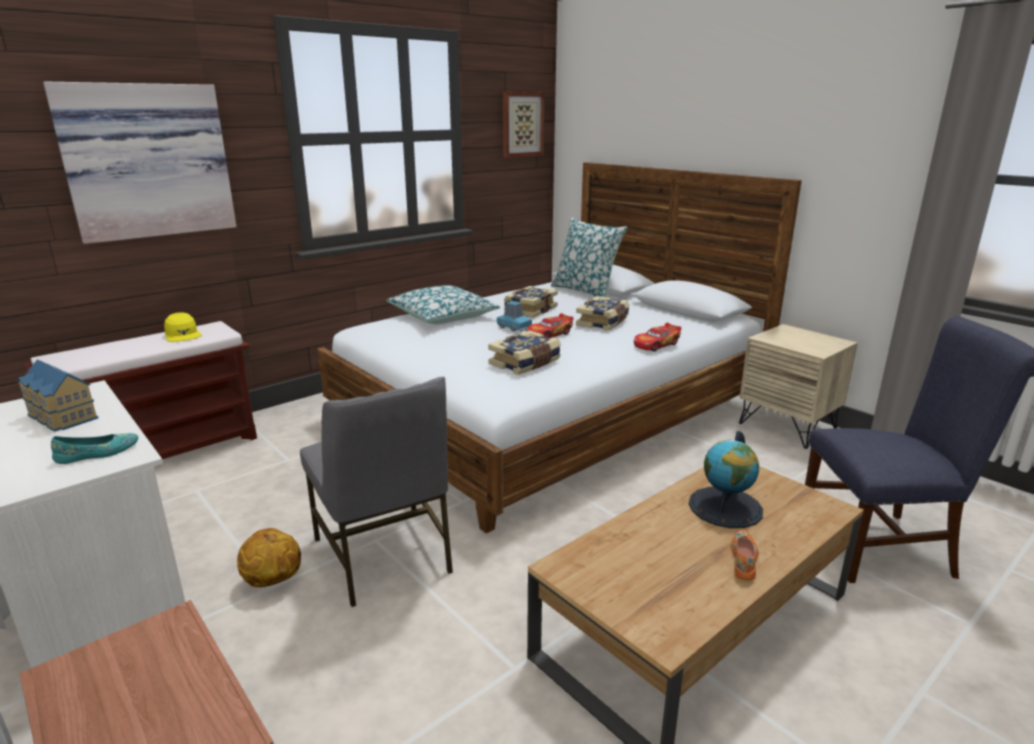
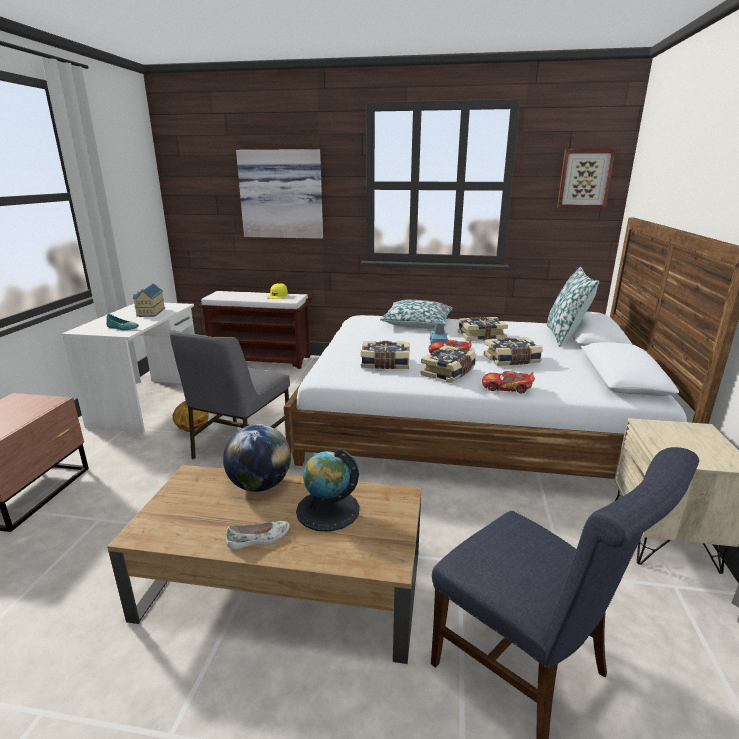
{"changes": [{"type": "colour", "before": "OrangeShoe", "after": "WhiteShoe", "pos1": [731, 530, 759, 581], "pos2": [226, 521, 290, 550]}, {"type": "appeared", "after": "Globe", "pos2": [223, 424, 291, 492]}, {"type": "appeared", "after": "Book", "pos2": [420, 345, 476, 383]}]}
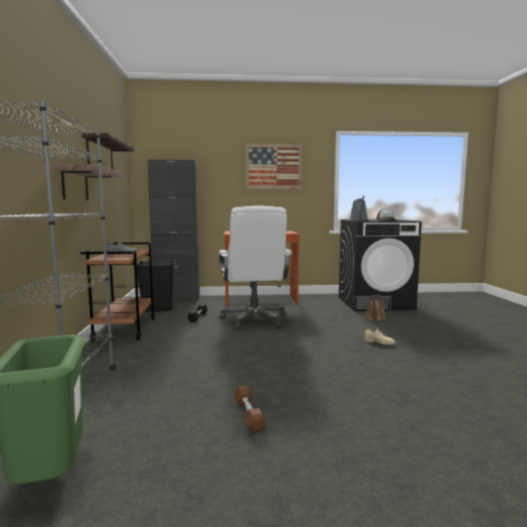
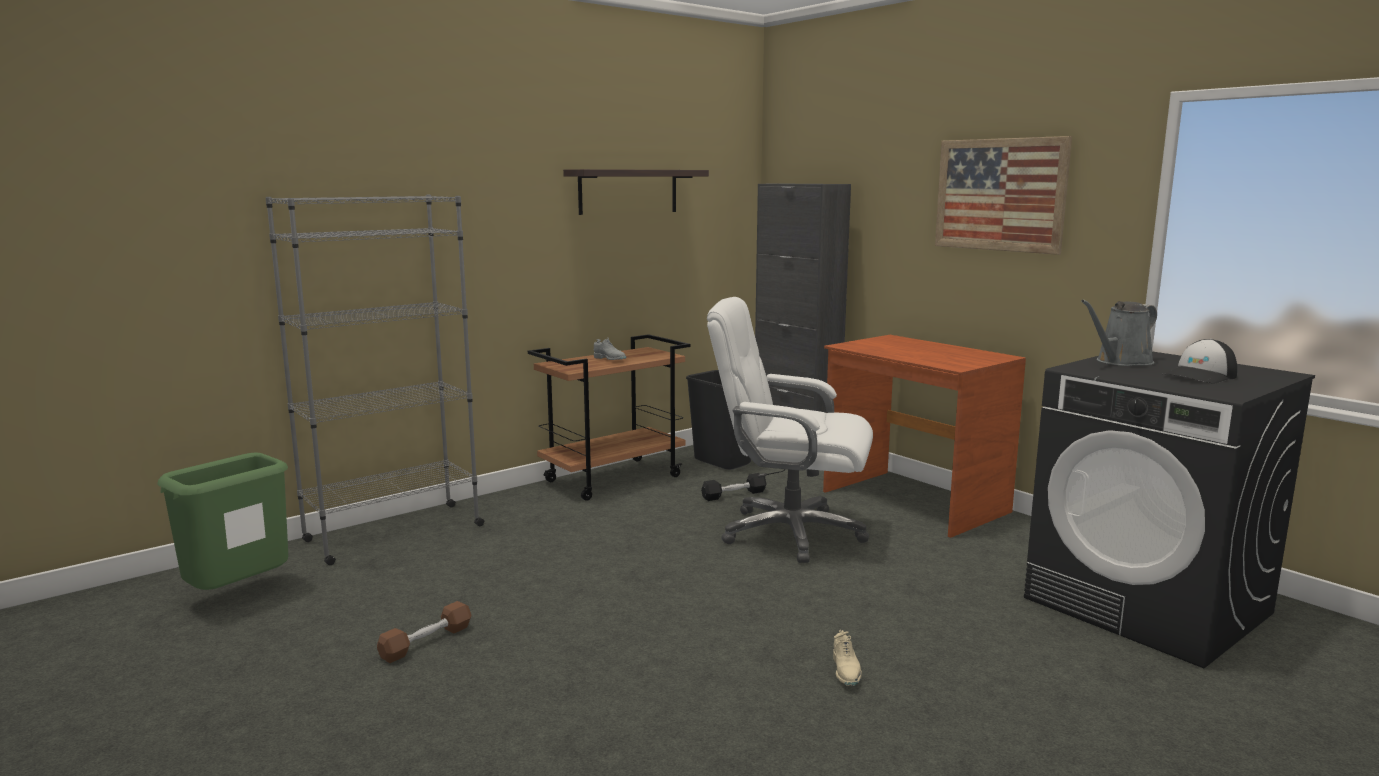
{"changes": [{"type": "missing", "before": "Shelf", "pos1": [55, 164, 121, 200]}, {"type": "spun", "before": "WhiteOfficeChair", "pos1": [219, 206, 292, 330], "pos2": [707, 297, 873, 563], "turn": 60}, {"type": "missing", "before": "BrownWateringCan", "pos1": [365, 295, 386, 321]}]}
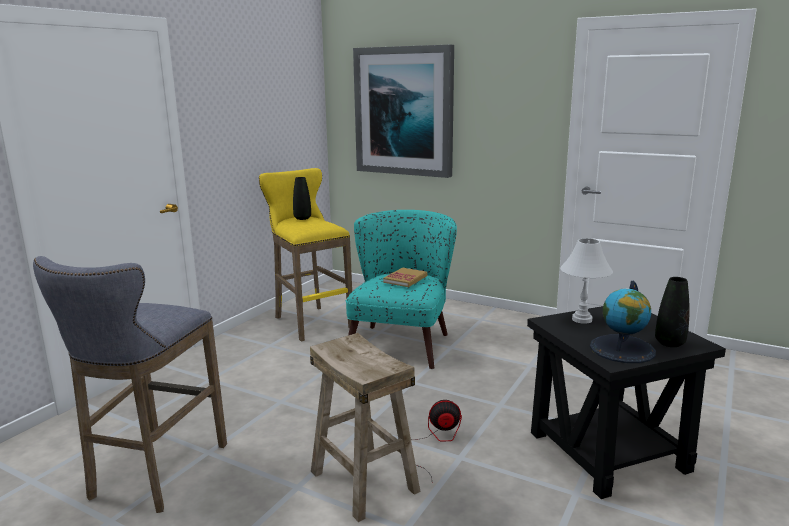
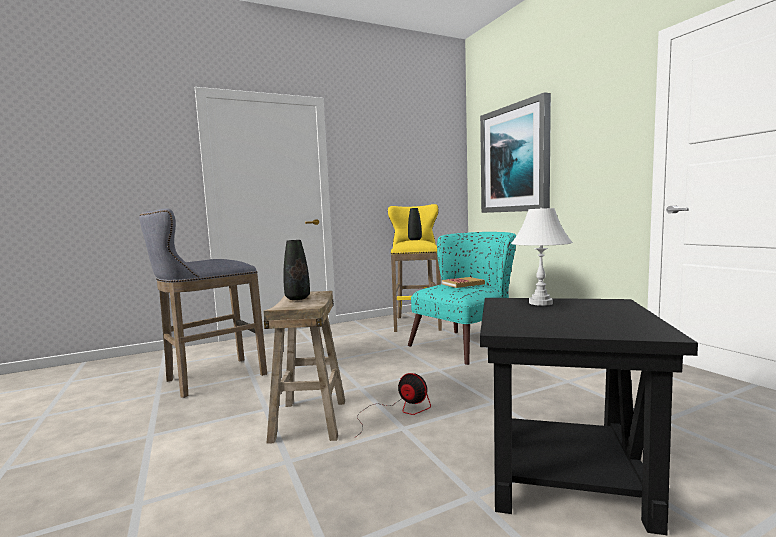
{"changes": [{"type": "missing", "before": "Globe", "pos1": [590, 281, 656, 363]}, {"type": "relocated", "before": "BlackVase", "pos1": [655, 277, 690, 347], "pos2": [283, 240, 310, 300]}]}
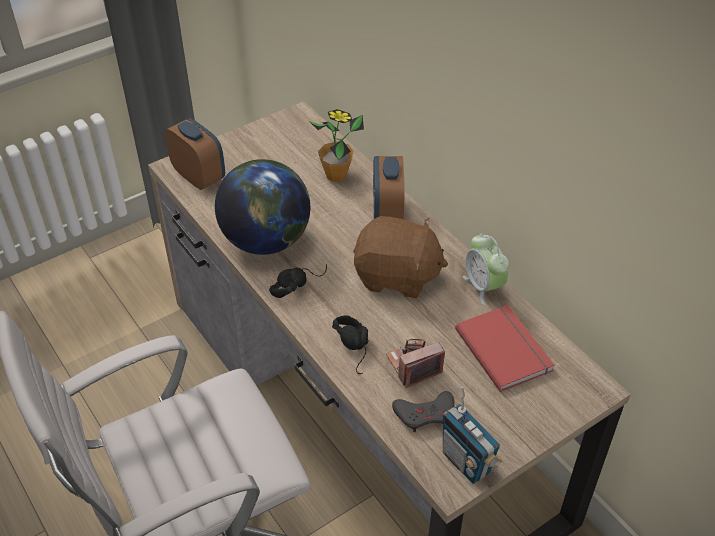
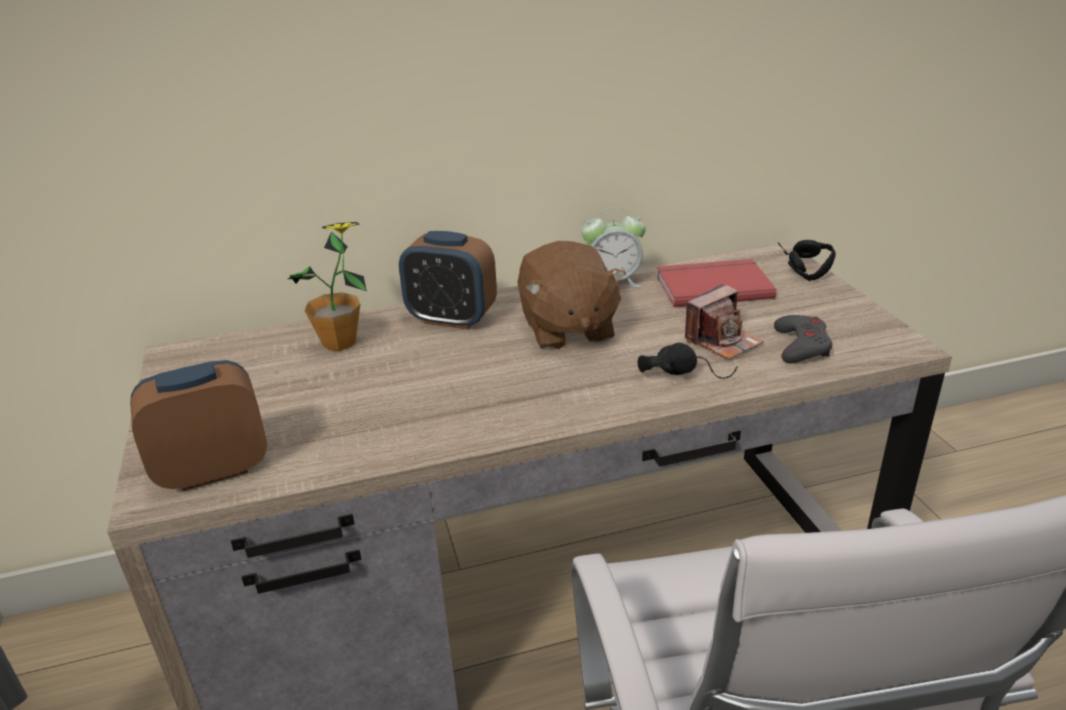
{"changes": [{"type": "missing", "before": "Globe", "pos1": [215, 159, 310, 255]}, {"type": "relocated", "before": "BlackHeadphones", "pos1": [269, 264, 327, 298], "pos2": [778, 240, 836, 281]}, {"type": "spun", "before": "BrownPlushToy", "pos1": [354, 216, 448, 298], "pos2": [517, 241, 626, 350], "turn": 135}, {"type": "spun", "before": "PhotoCamera", "pos1": [386, 339, 445, 388], "pos2": [684, 284, 764, 360], "turn": -120}, {"type": "missing", "before": "Radio", "pos1": [443, 387, 503, 484]}]}
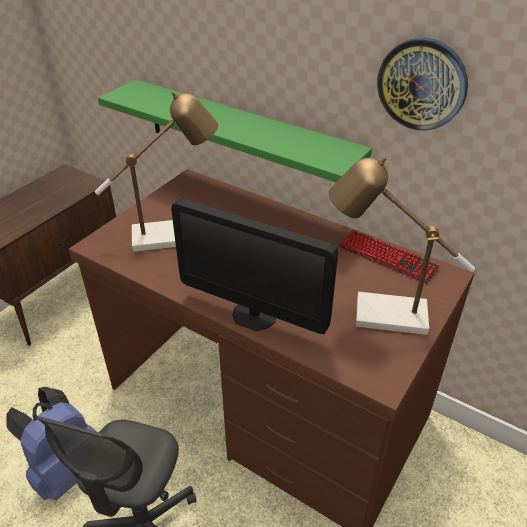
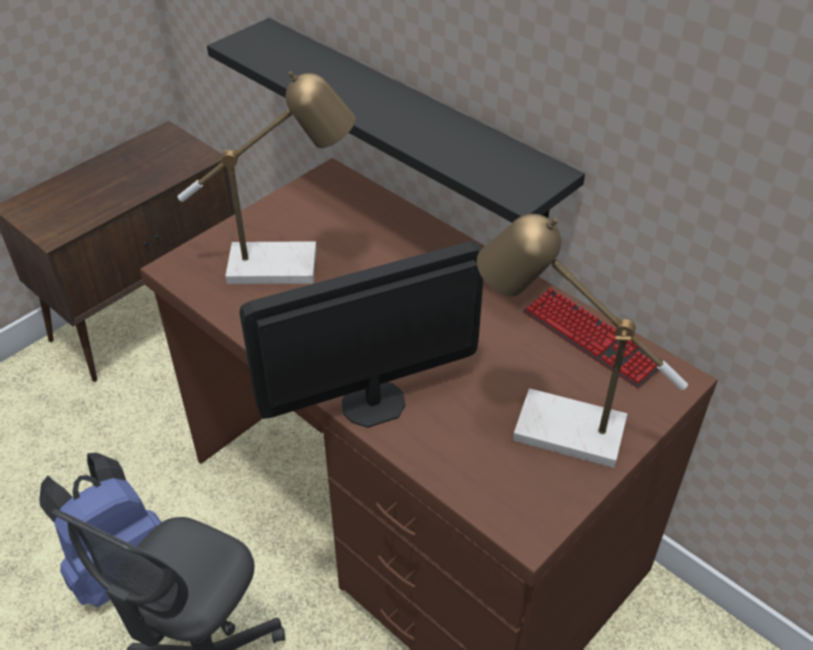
{"changes": [{"type": "colour", "before": "GreenShelf", "after": "BlackShelf", "pos1": [98, 80, 372, 182], "pos2": [207, 18, 585, 222]}, {"type": "spun", "before": "Monitor", "pos1": [171, 199, 338, 334], "pos2": [239, 241, 483, 428], "turn": 120}, {"type": "missing", "before": "WallClock", "pos1": [377, 38, 468, 131]}]}
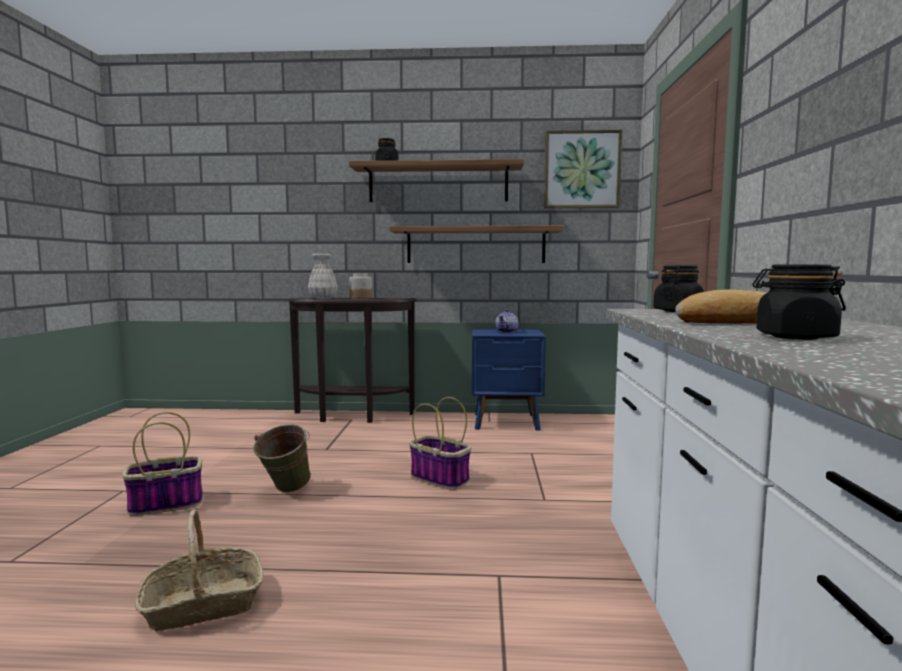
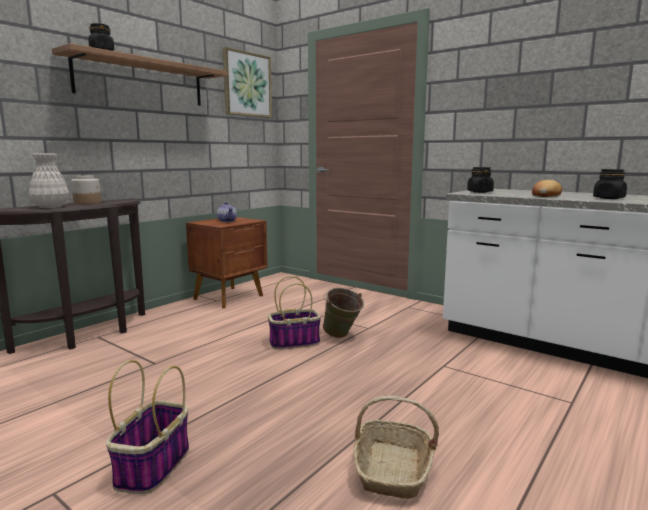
{"changes": [{"type": "relocated", "before": "GreenBucket", "pos1": [253, 424, 311, 493], "pos2": [323, 288, 364, 338]}, {"type": "missing", "before": "Shelf", "pos1": [389, 226, 564, 263]}, {"type": "colour", "before": "BlueNightstand", "after": "BrownNightstand", "pos1": [472, 329, 546, 431], "pos2": [186, 217, 268, 308]}]}
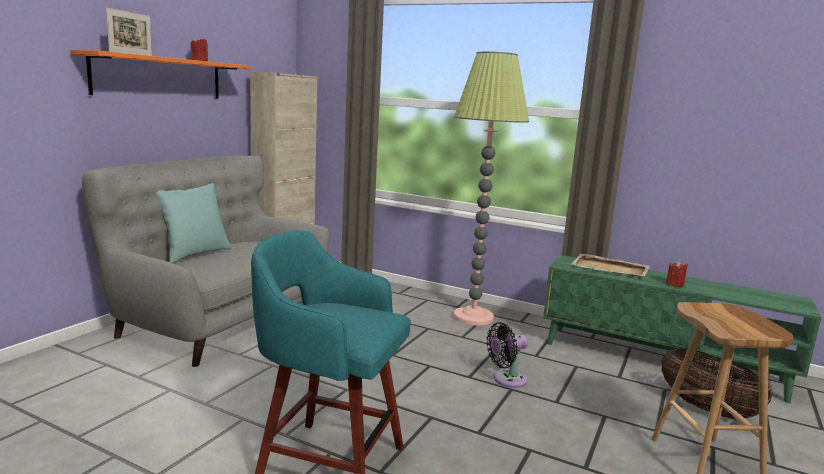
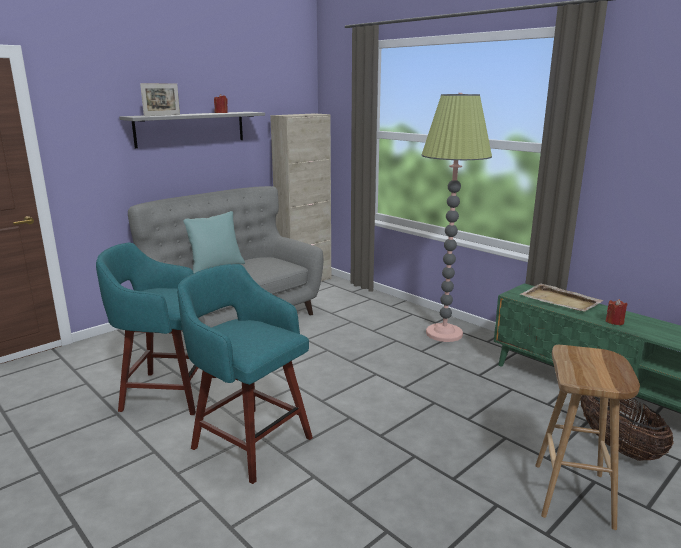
{"changes": [{"type": "colour", "before": "OrangeShelf", "after": "GreyShelf", "pos1": [70, 50, 251, 98], "pos2": [119, 112, 265, 148]}, {"type": "missing", "before": "BlackFan", "pos1": [486, 322, 528, 388]}, {"type": "appeared", "after": "TurquoiseStool", "pos2": [96, 243, 216, 415]}]}
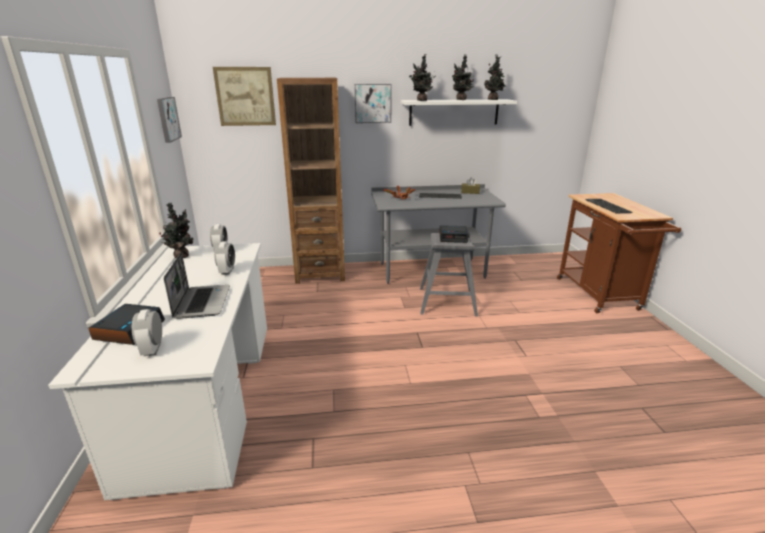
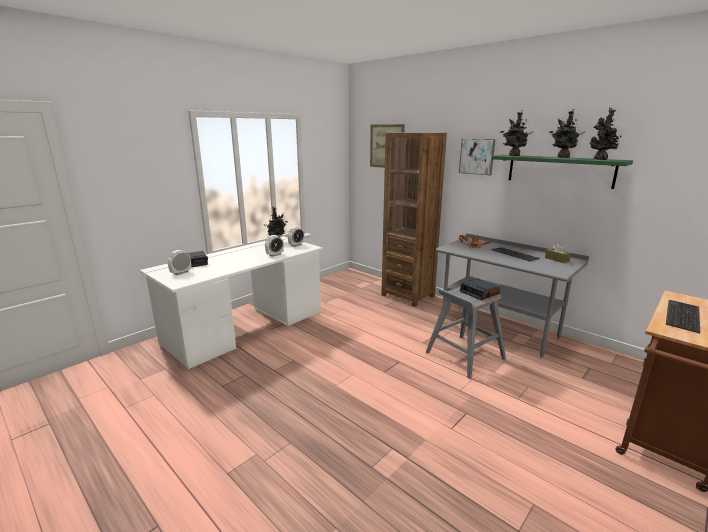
{"changes": [{"type": "missing", "before": "Picture", "pos1": [157, 97, 182, 143]}, {"type": "missing", "before": "Laptop", "pos1": [164, 252, 230, 319]}, {"type": "colour", "before": "WhiteShelf", "after": "GreenShelf", "pos1": [401, 99, 517, 126], "pos2": [492, 155, 633, 189]}]}
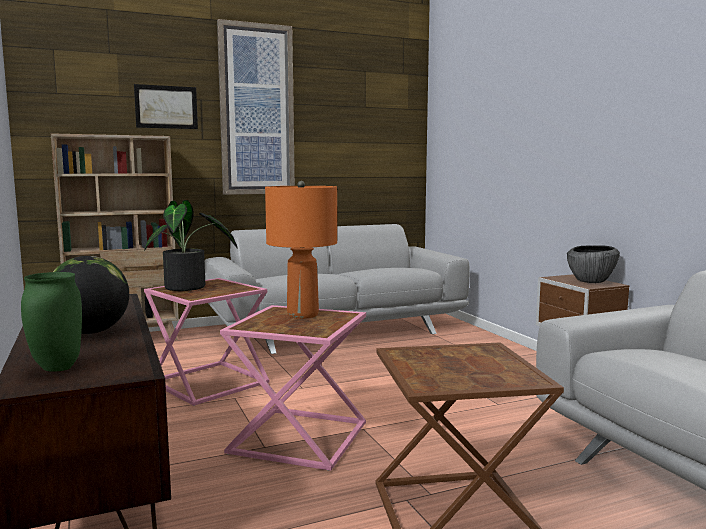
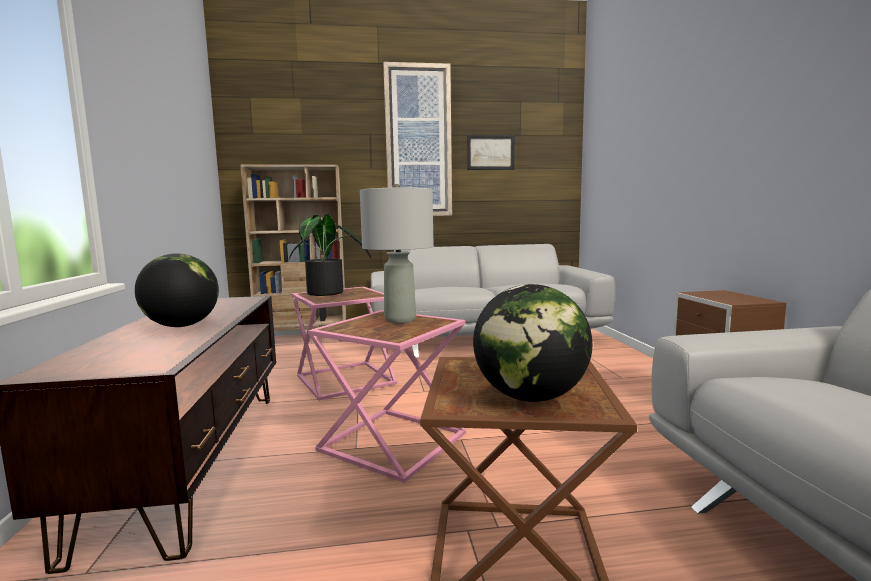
{"changes": [{"type": "missing", "before": "GreenVase", "pos1": [21, 272, 82, 372]}, {"type": "relocated", "before": "Picture", "pos1": [134, 84, 198, 129], "pos2": [467, 135, 515, 170]}, {"type": "colour", "before": "OrangeTableLamp", "after": "GreyTableLamp", "pos1": [265, 181, 337, 319], "pos2": [360, 184, 434, 323]}, {"type": "missing", "before": "Bowl", "pos1": [567, 245, 620, 283]}, {"type": "appeared", "after": "Globe", "pos2": [473, 284, 592, 402]}]}
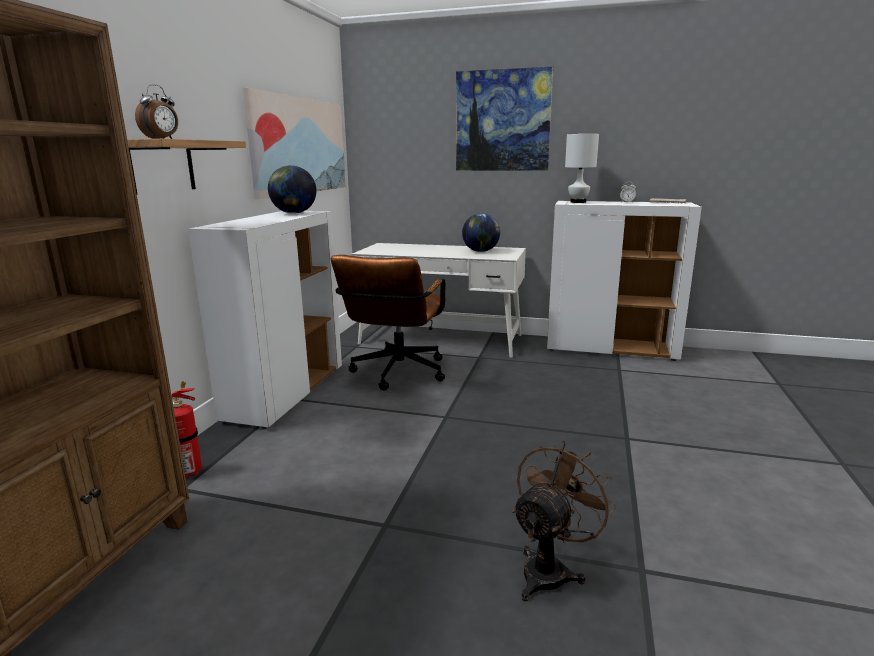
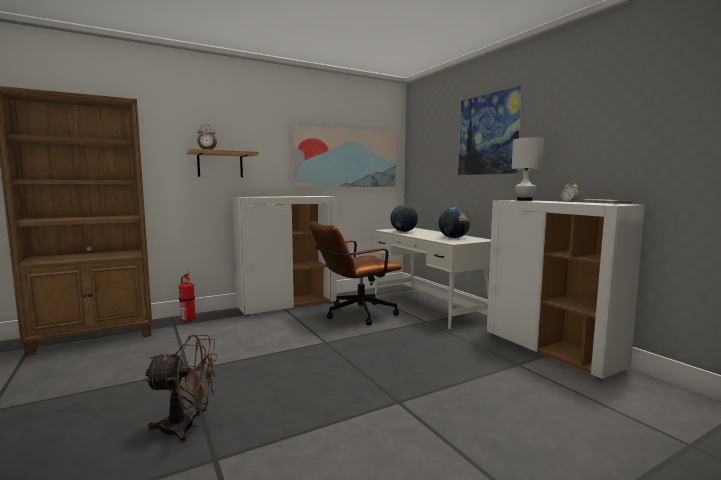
{"changes": [{"type": "relocated", "before": "Globe", "pos1": [268, 165, 316, 214], "pos2": [390, 205, 418, 232]}]}
